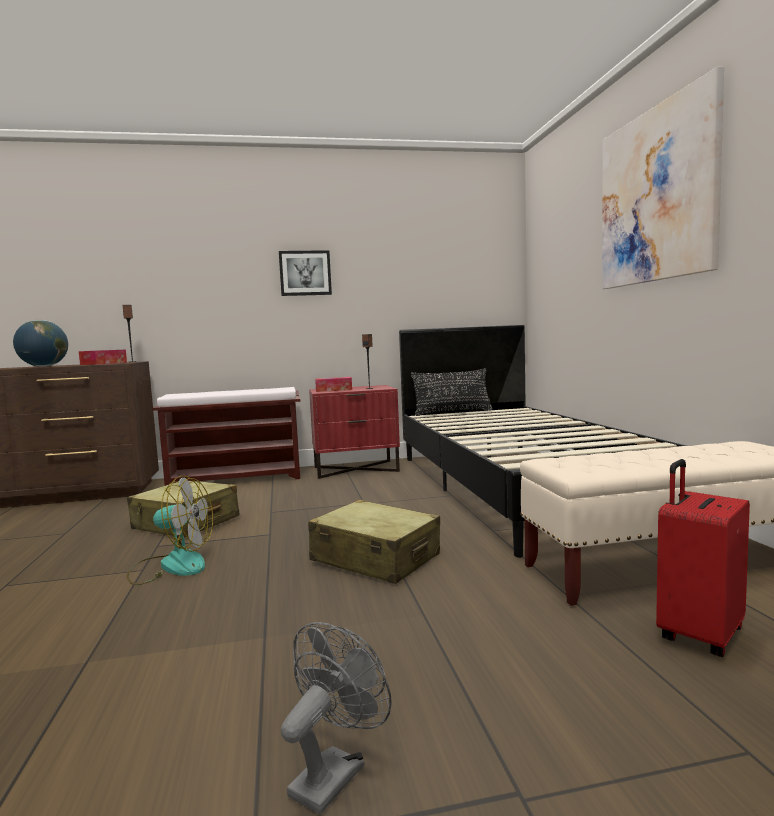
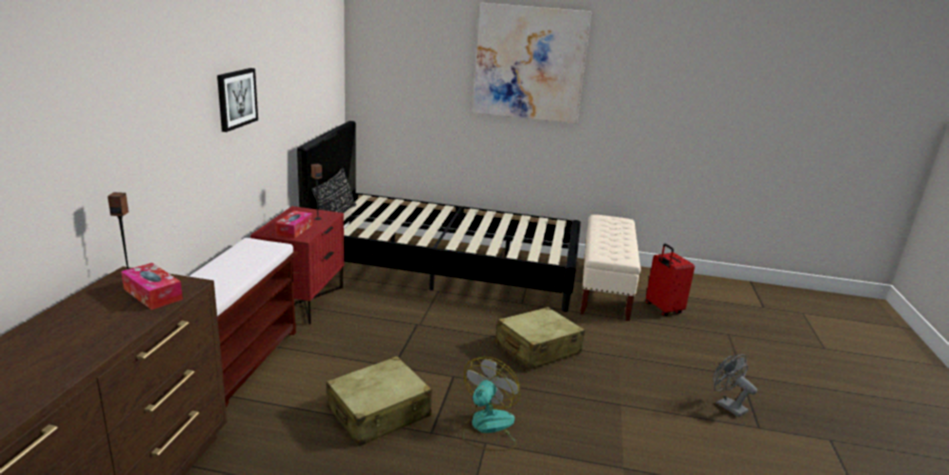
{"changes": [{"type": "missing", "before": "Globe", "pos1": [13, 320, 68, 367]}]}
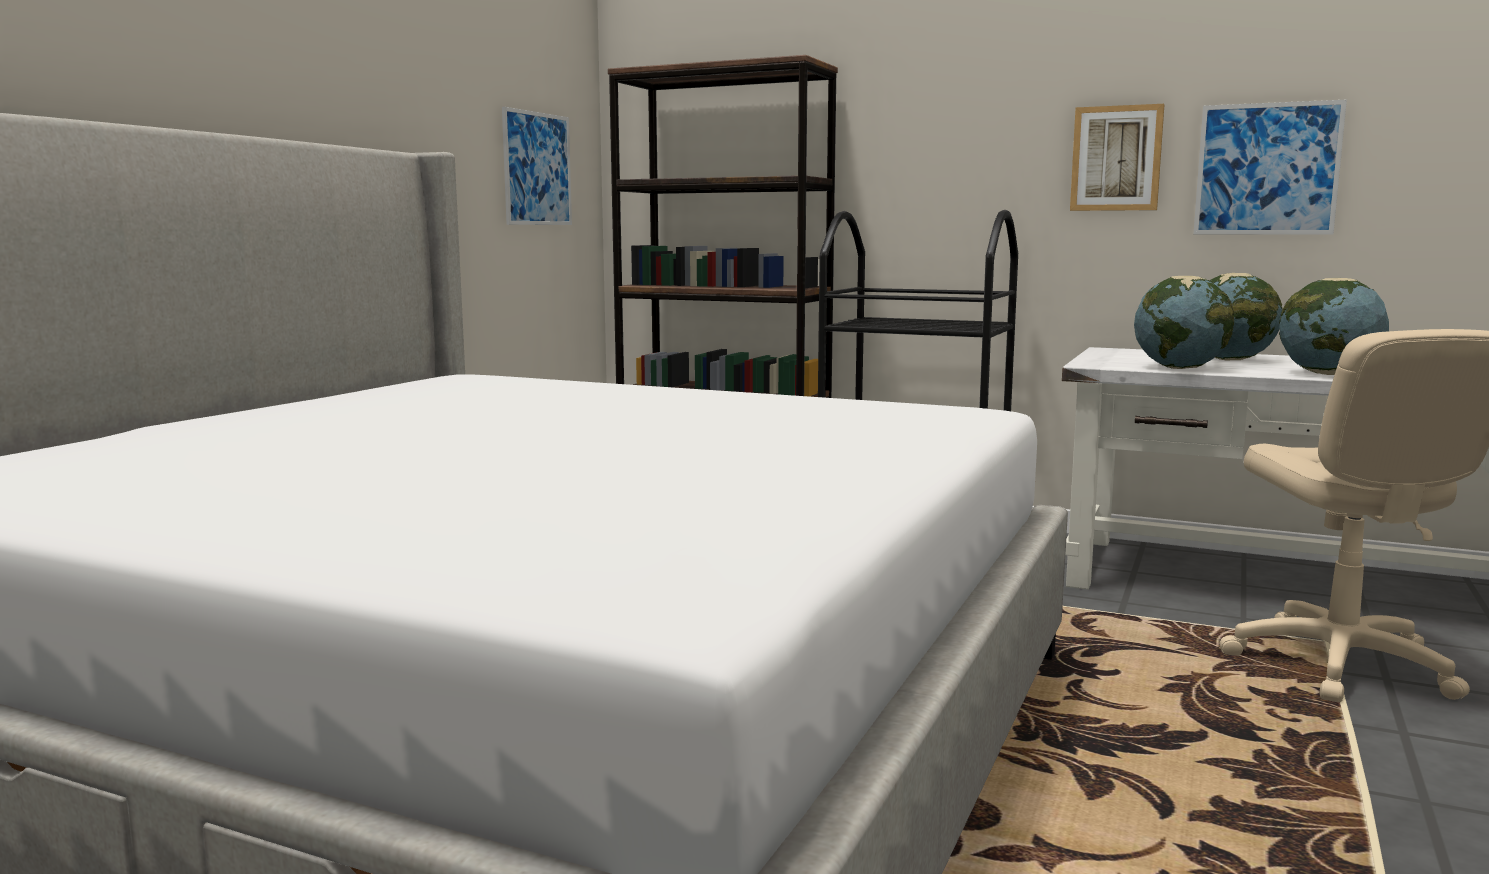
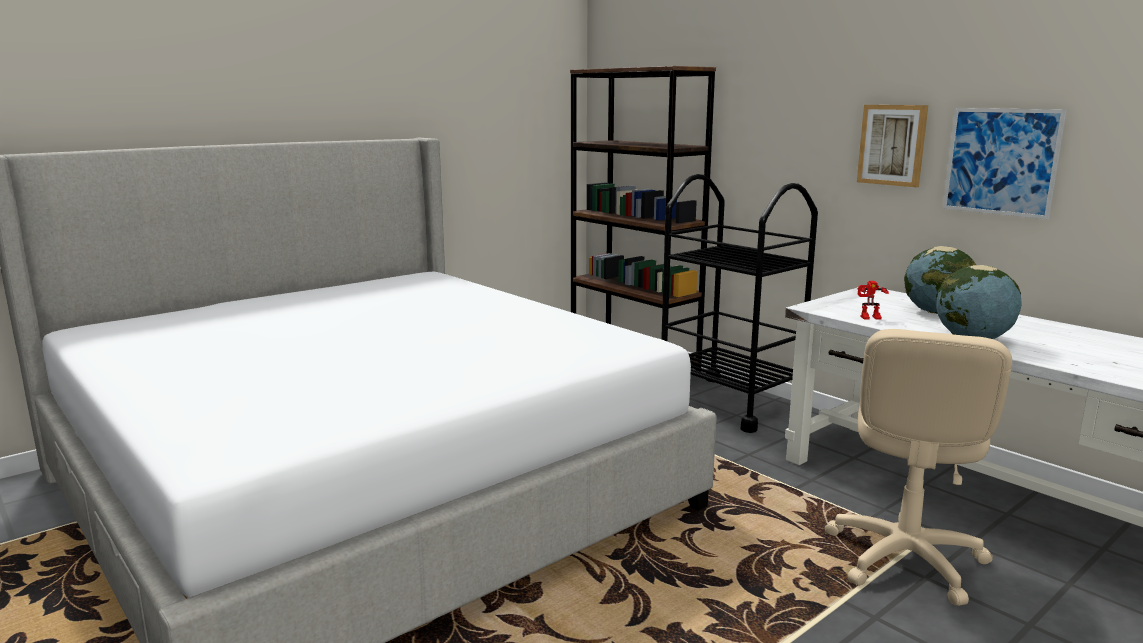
{"changes": [{"type": "missing", "before": "Picture", "pos1": [502, 107, 572, 225]}, {"type": "exchanged", "before": "Globe", "after": "ToyRobot", "pos1": [1134, 276, 1234, 369], "pos2": [858, 281, 889, 320]}]}
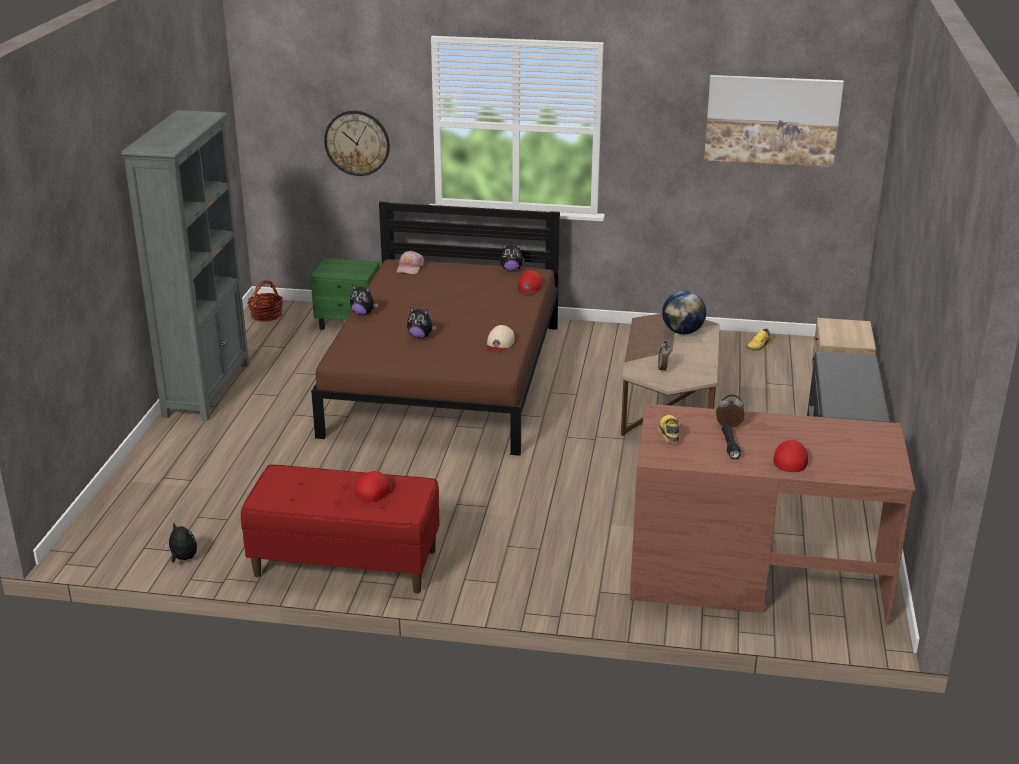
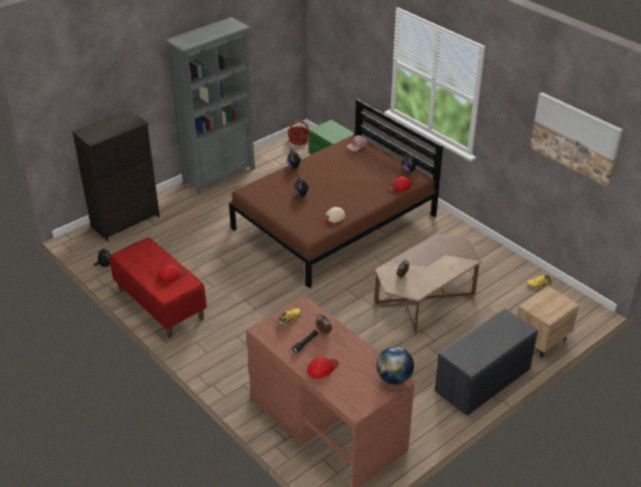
{"changes": [{"type": "missing", "before": "WallClock", "pos1": [324, 111, 390, 176]}, {"type": "relocated", "before": "Globe", "pos1": [662, 291, 706, 334], "pos2": [376, 347, 414, 385]}, {"type": "appeared", "after": "BlackDresser", "pos2": [72, 110, 160, 241]}]}
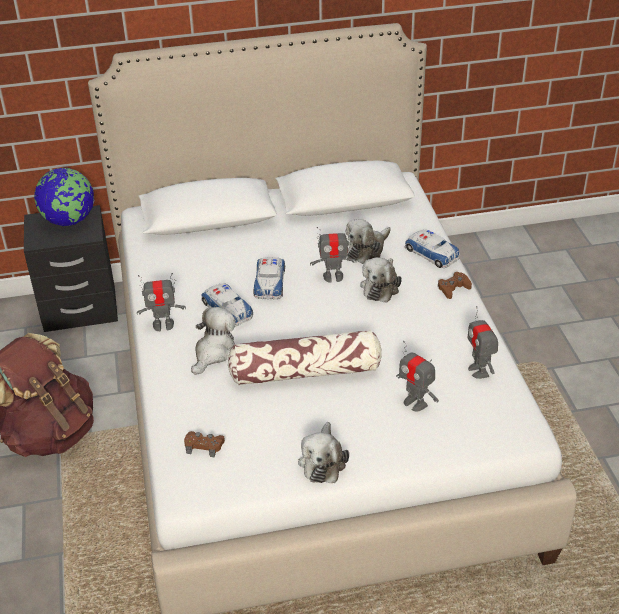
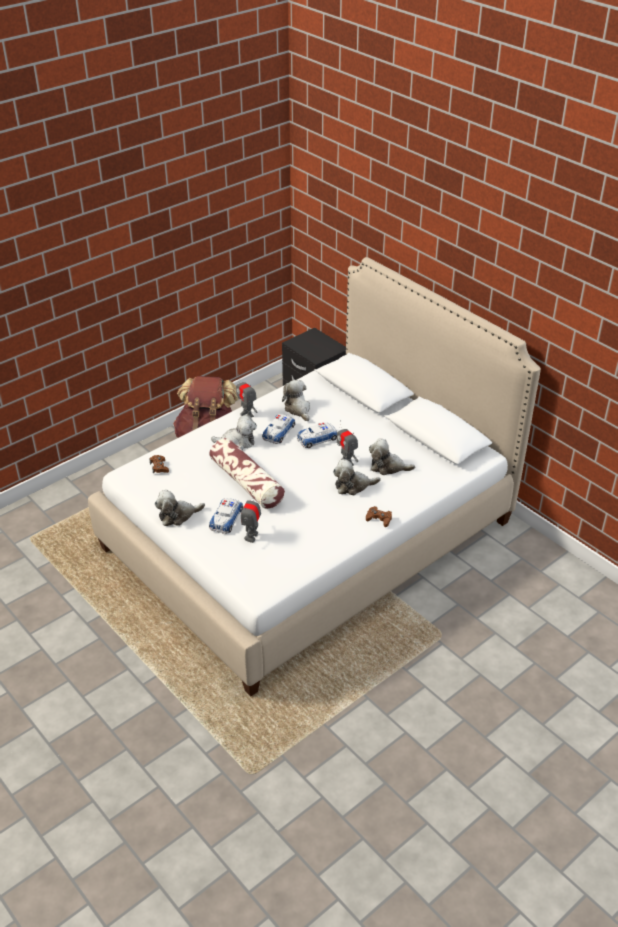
{"changes": [{"type": "missing", "before": "Globe", "pos1": [34, 168, 94, 226]}, {"type": "relocated", "before": "ToyCar", "pos1": [404, 229, 460, 268], "pos2": [209, 498, 243, 534]}, {"type": "missing", "before": "ToyRobot", "pos1": [467, 306, 498, 379]}, {"type": "appeared", "after": "PlushToy", "pos2": [282, 380, 310, 421]}]}
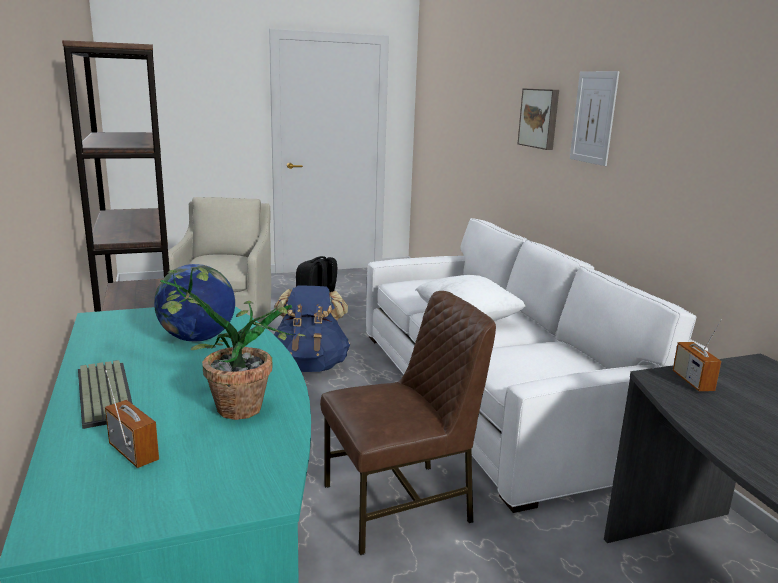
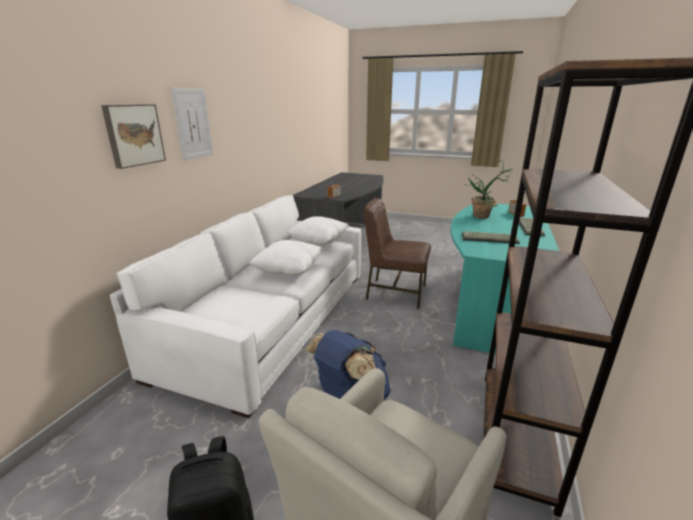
{"changes": [{"type": "exchanged", "before": "Globe", "after": "Keyboard", "pos1": [154, 264, 235, 342], "pos2": [462, 231, 520, 244]}, {"type": "appeared", "after": "WhitePillow", "pos2": [286, 216, 349, 245]}]}
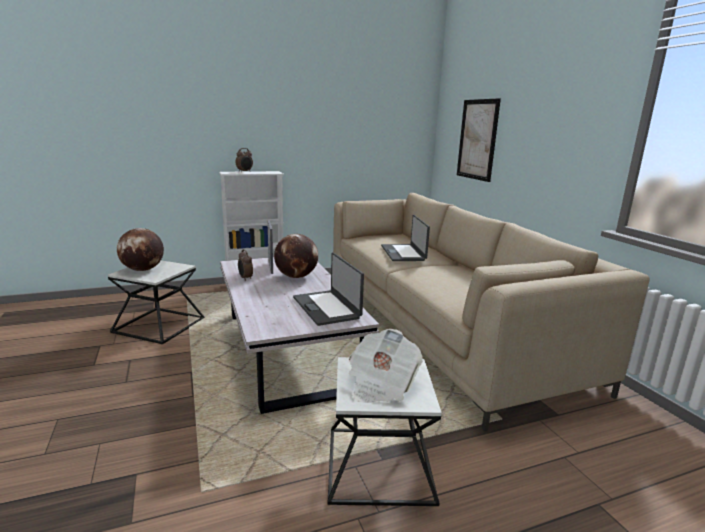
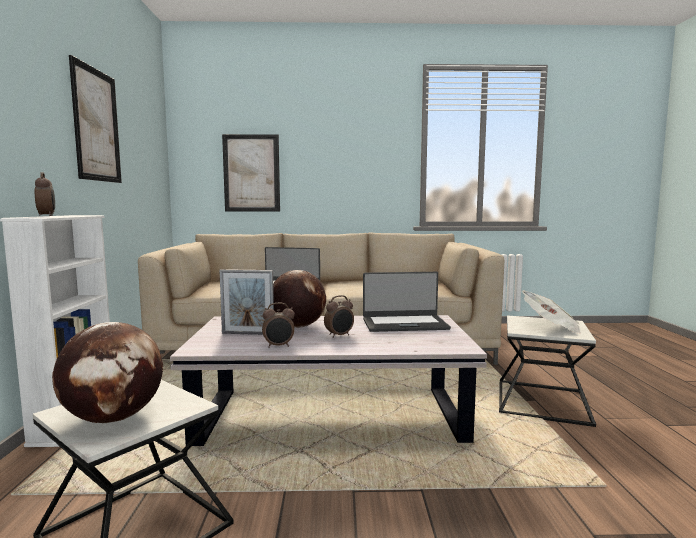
{"changes": [{"type": "appeared", "after": "Picture", "pos2": [69, 55, 122, 183]}, {"type": "appeared", "after": "AlarmClock", "pos2": [324, 295, 354, 338]}]}
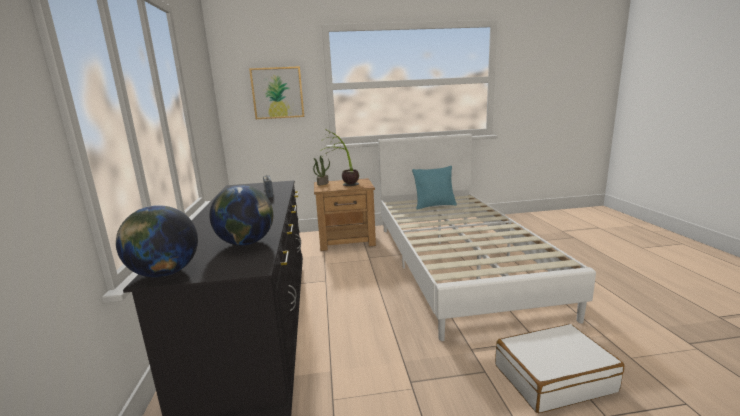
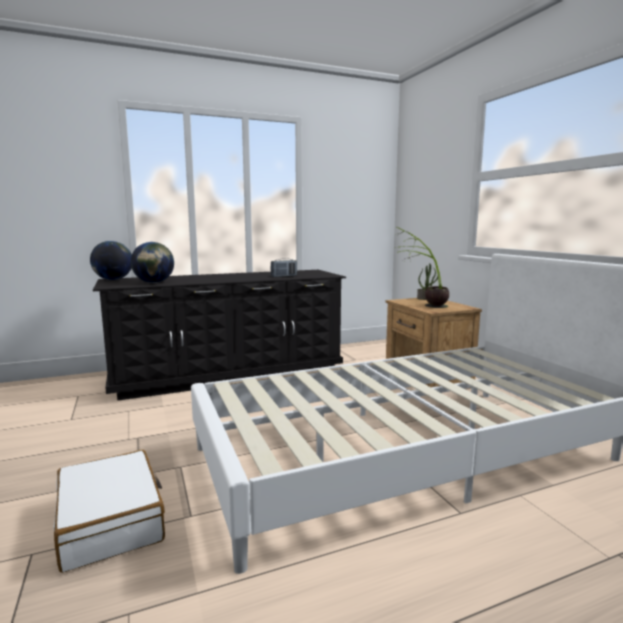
{"changes": [{"type": "missing", "before": "Picture", "pos1": [249, 66, 304, 119]}, {"type": "missing", "before": "TurquoisePillow", "pos1": [412, 166, 457, 210]}]}
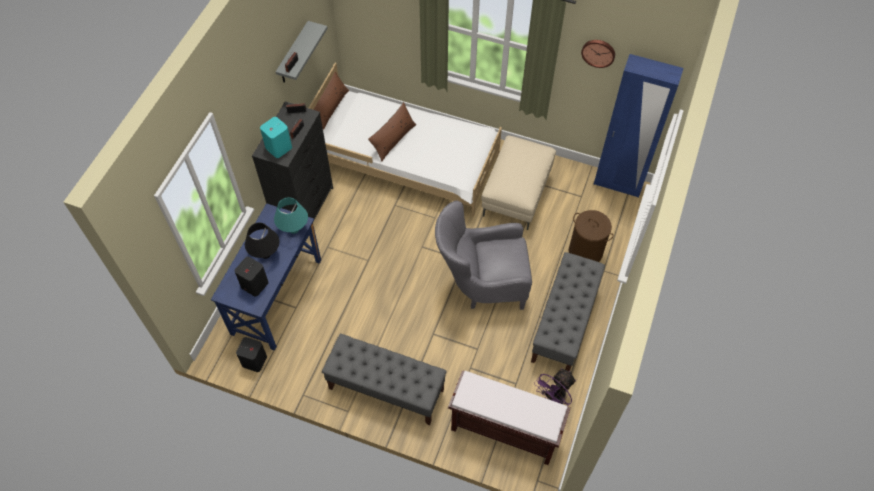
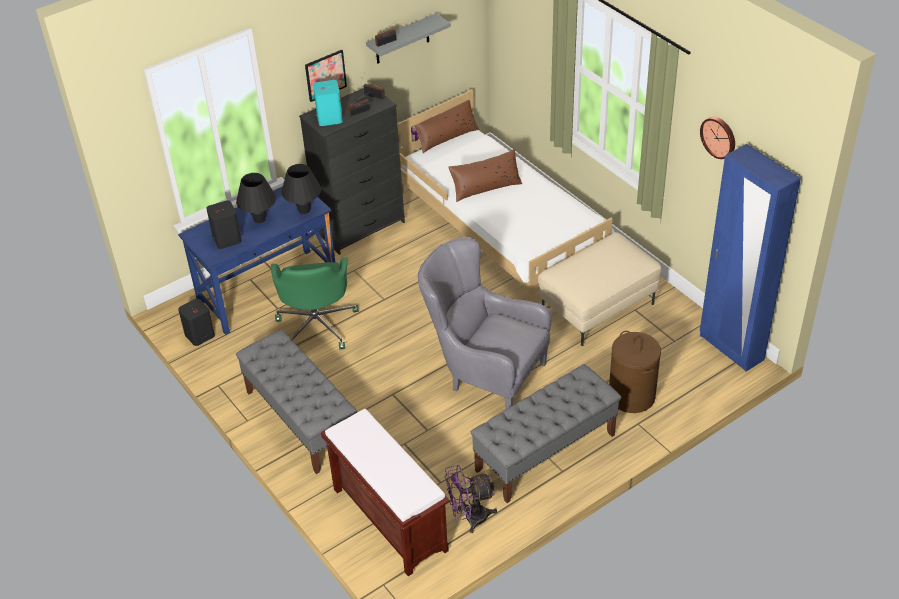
{"changes": [{"type": "colour", "before": "TurquoiseTableLamp", "after": "BlackTableLamp", "pos1": [274, 197, 308, 234], "pos2": [282, 164, 321, 214]}, {"type": "appeared", "after": "GreenOfficeChair", "pos2": [271, 257, 359, 350]}, {"type": "appeared", "after": "Picture", "pos2": [305, 50, 347, 102]}]}
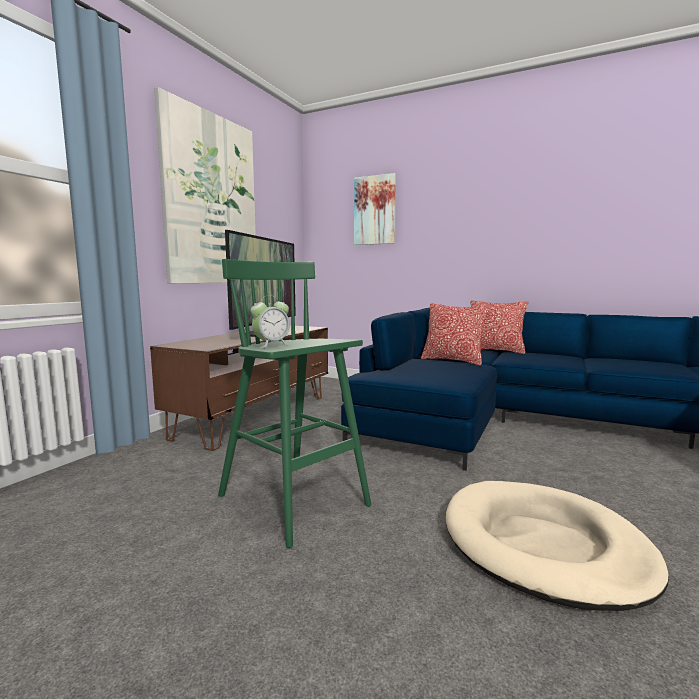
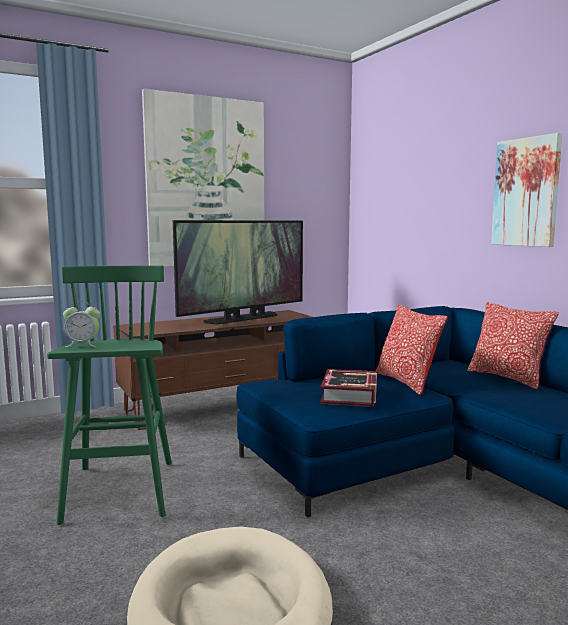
{"changes": [{"type": "relocated", "before": "Picture", "pos1": [354, 173, 396, 245], "pos2": [491, 133, 562, 247]}, {"type": "appeared", "after": "Book", "pos2": [320, 369, 377, 407]}]}
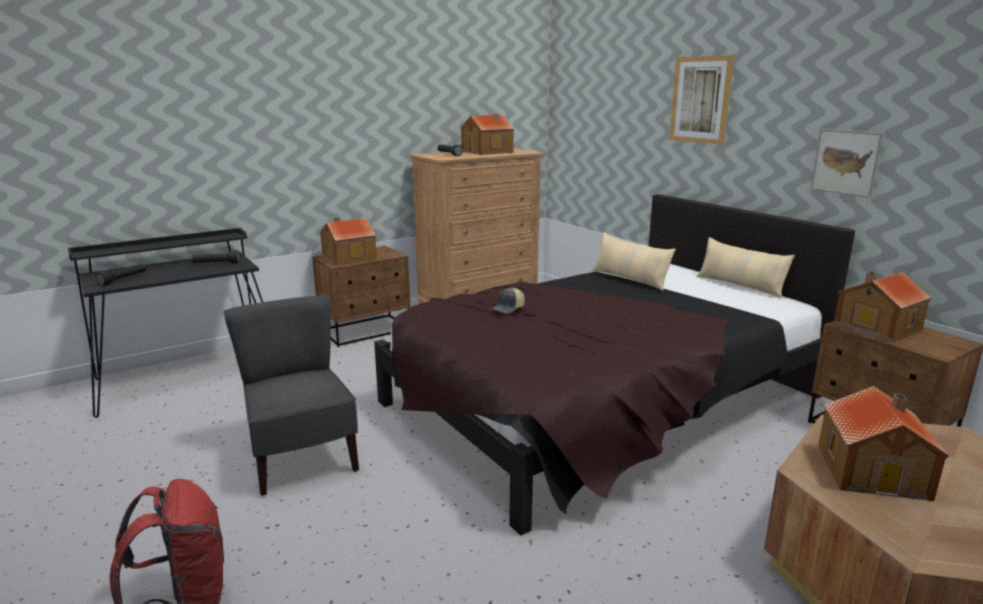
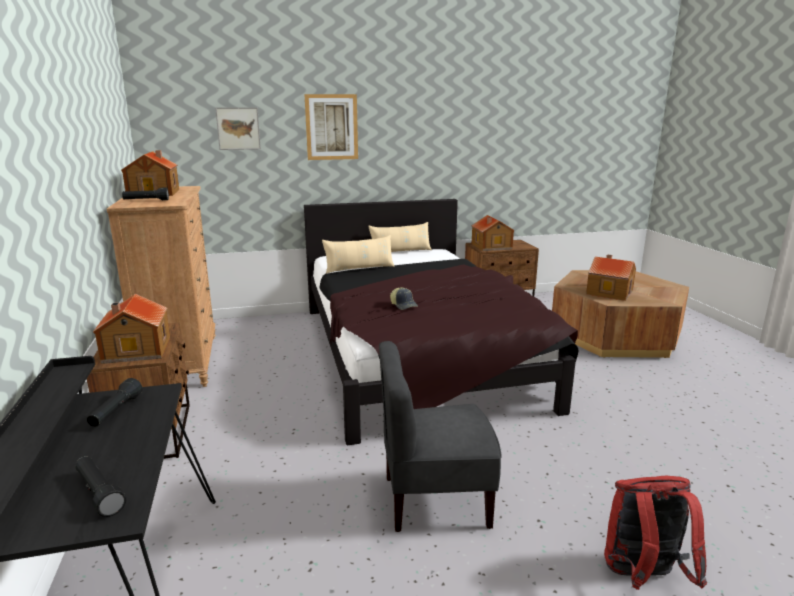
{"changes": [{"type": "relocated", "before": "Picture", "pos1": [810, 129, 884, 198], "pos2": [215, 107, 261, 150]}]}
